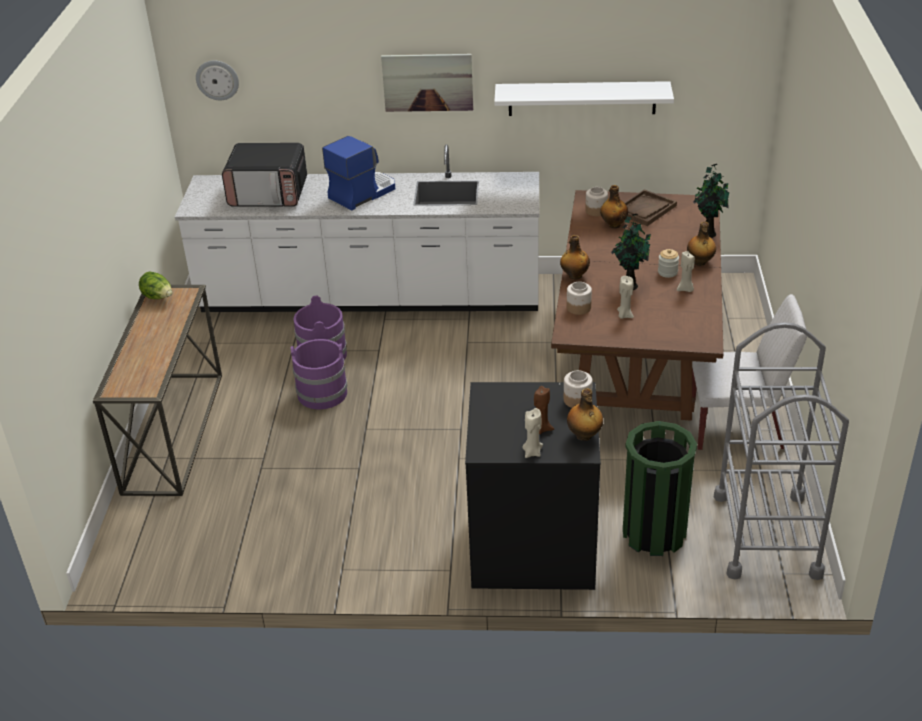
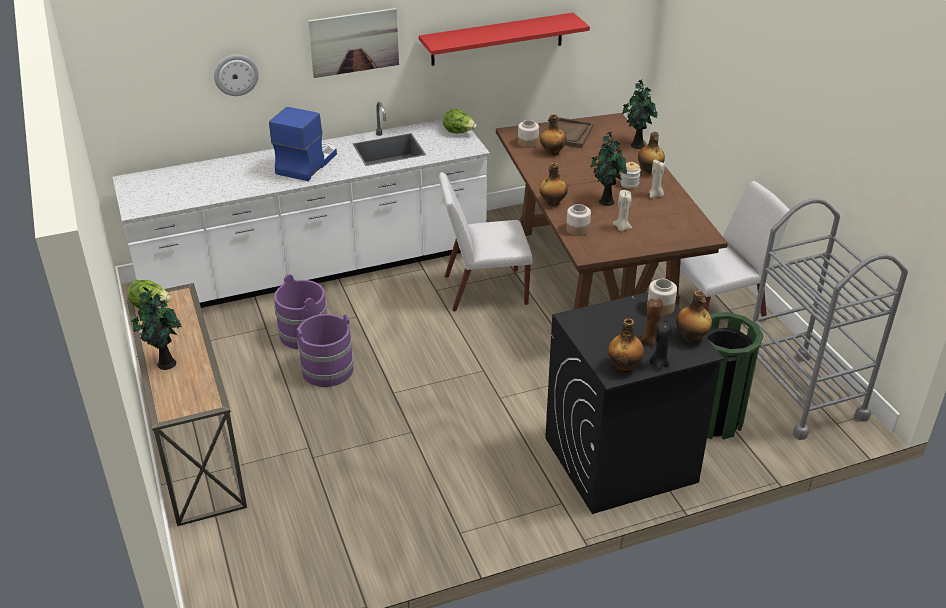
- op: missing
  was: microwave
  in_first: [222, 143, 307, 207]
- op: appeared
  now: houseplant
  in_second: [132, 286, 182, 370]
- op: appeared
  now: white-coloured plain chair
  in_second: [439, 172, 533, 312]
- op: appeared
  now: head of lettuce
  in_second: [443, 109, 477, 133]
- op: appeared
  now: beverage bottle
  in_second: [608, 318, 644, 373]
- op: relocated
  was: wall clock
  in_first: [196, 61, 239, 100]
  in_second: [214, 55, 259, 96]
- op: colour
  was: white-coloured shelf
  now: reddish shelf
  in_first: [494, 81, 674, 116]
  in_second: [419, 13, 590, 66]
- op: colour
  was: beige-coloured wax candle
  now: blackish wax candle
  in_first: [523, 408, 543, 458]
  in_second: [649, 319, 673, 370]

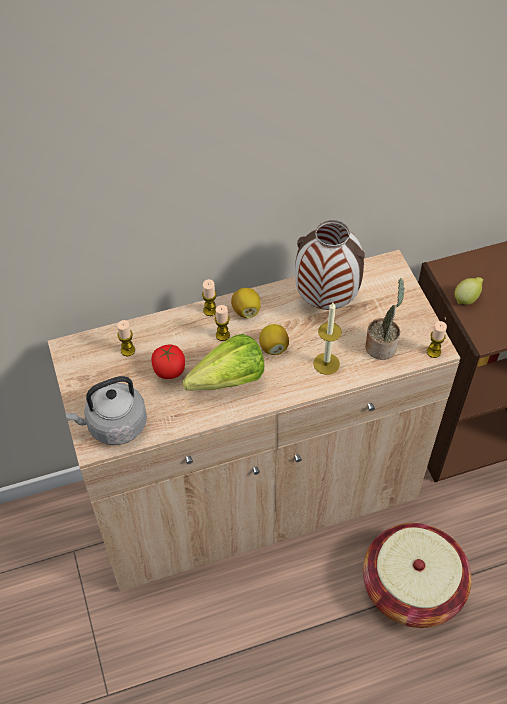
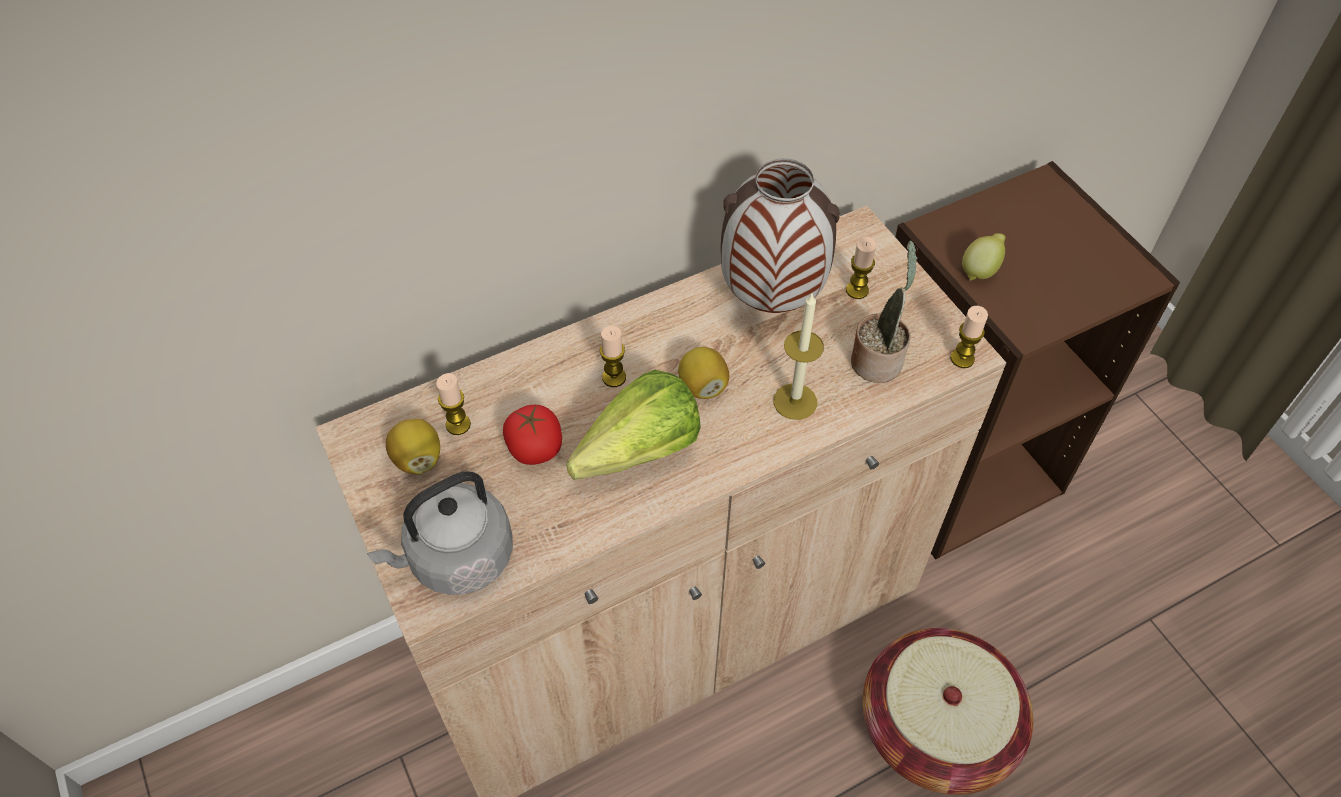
- op: relocated
  was: wax candle
  in_first: [202, 279, 217, 316]
  in_second: [846, 237, 876, 299]
- op: relocated
  was: lemon
  in_first: [231, 288, 261, 318]
  in_second: [386, 419, 440, 474]

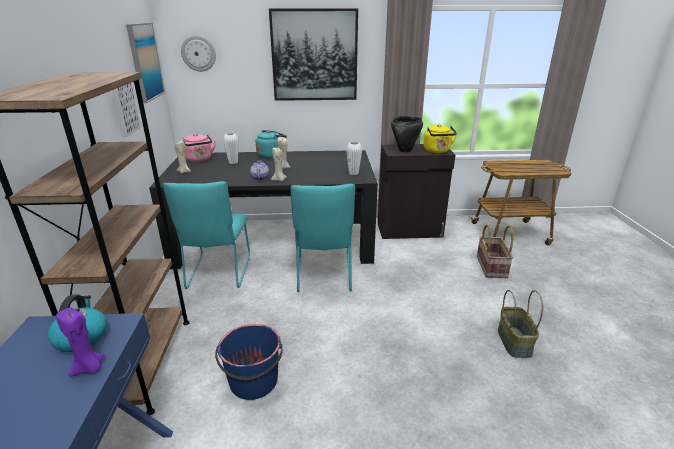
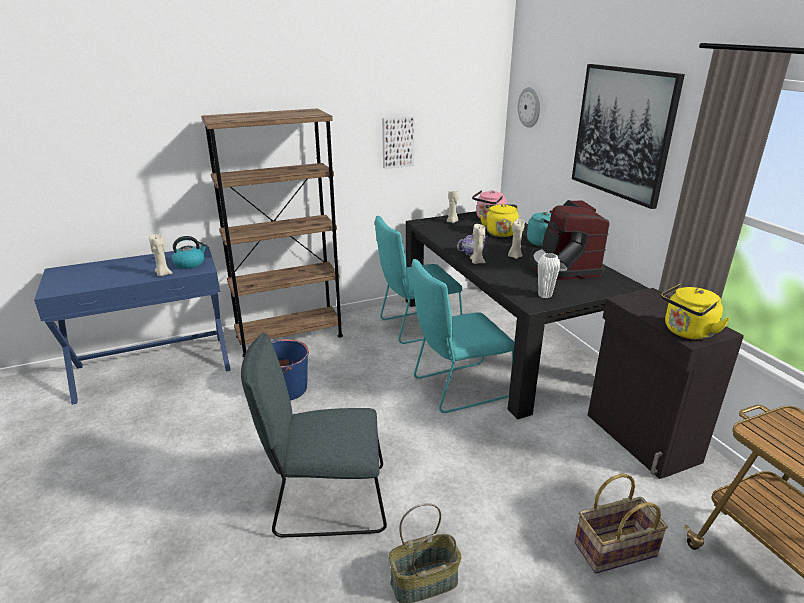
- op: missing
  was: wall picture
  in_first: [126, 23, 165, 103]
- op: missing
  was: blackish saucepot
  in_first: [391, 116, 423, 152]
- op: appeared
  now: greyish plain chair
  in_second: [241, 333, 387, 538]
- op: appeared
  now: coffee machine
  in_second: [530, 200, 609, 280]
- op: exchanged
  was: white-coloured vase
  now: yellow water kettle
  in_first: [223, 133, 239, 164]
  in_second: [480, 204, 519, 237]
- op: colour
  was: purple wax candle
  now: beige-coloured wax candle
  in_first: [56, 308, 105, 377]
  in_second: [149, 234, 172, 277]

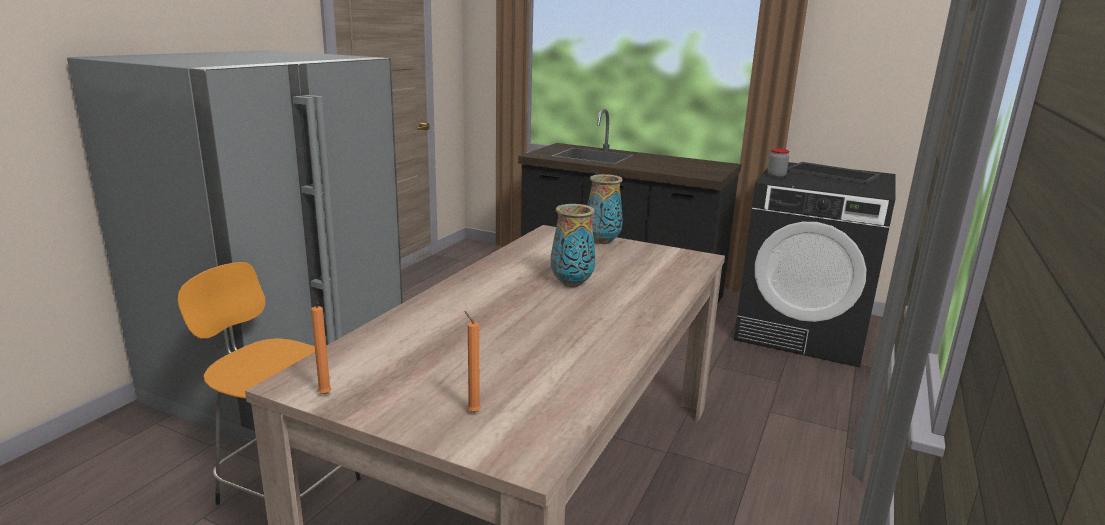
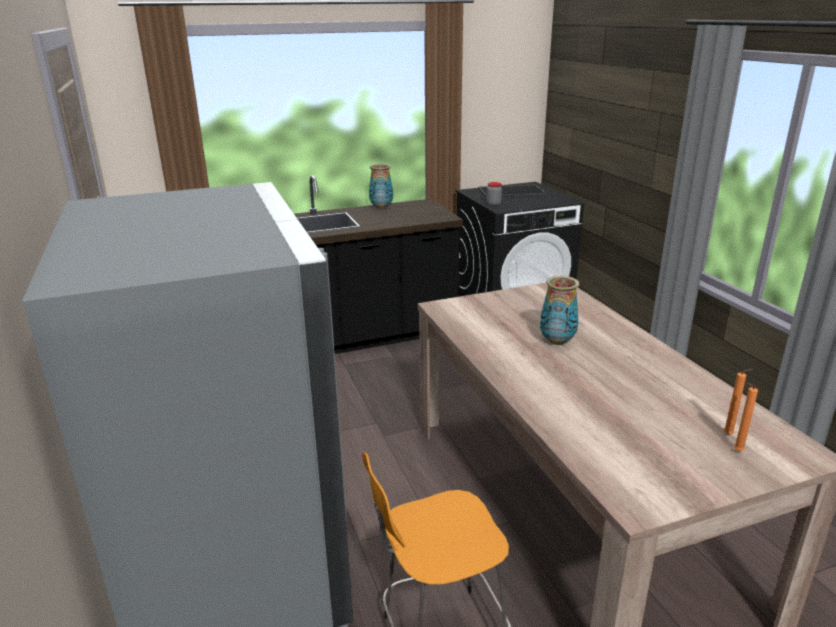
- op: relocated
  was: orange-coloured wax candle
  in_first: [311, 302, 331, 395]
  in_second: [724, 369, 753, 435]
- op: relocated
  was: vase
  in_first: [587, 174, 623, 244]
  in_second: [369, 164, 393, 209]

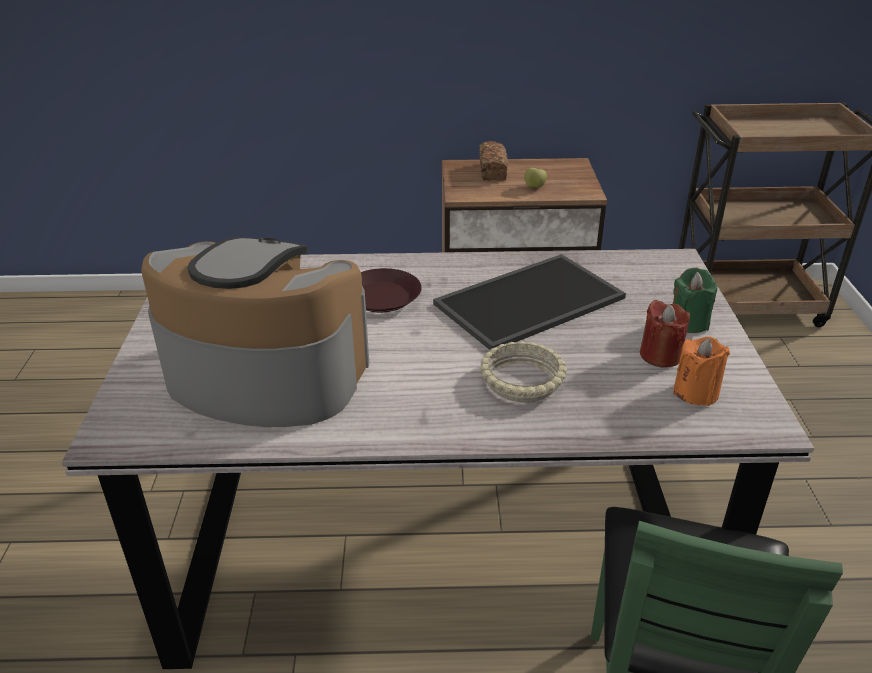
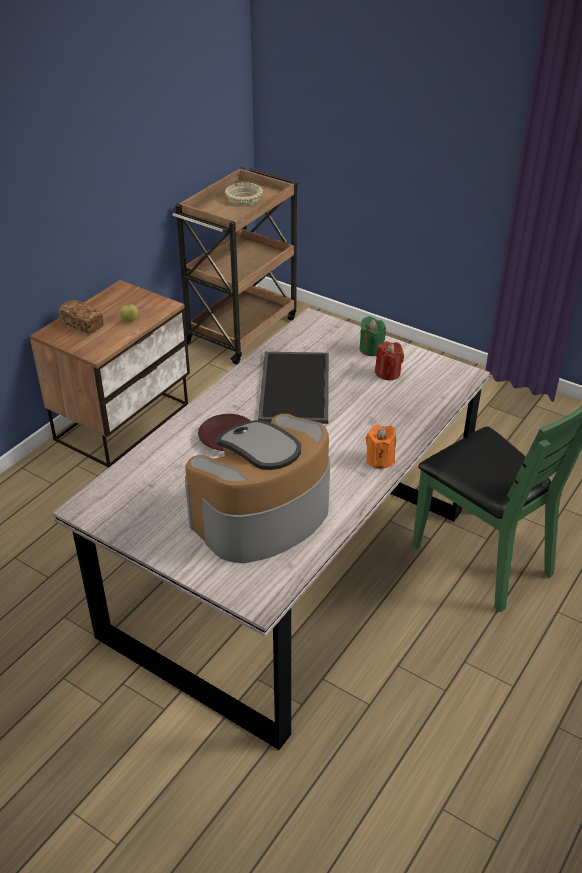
- op: relocated
  was: beige-coloured serving bowl
  in_first: [480, 341, 567, 402]
  in_second: [225, 182, 263, 205]
- op: relocated
  was: orange-coloured wax candle
  in_first: [673, 336, 730, 406]
  in_second: [366, 425, 396, 469]

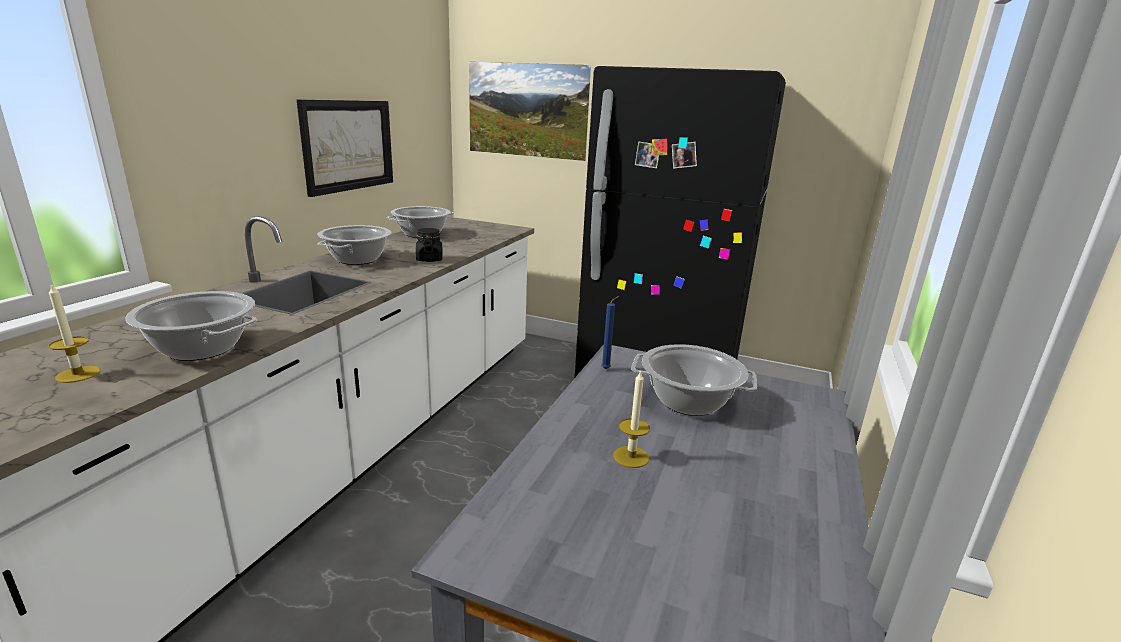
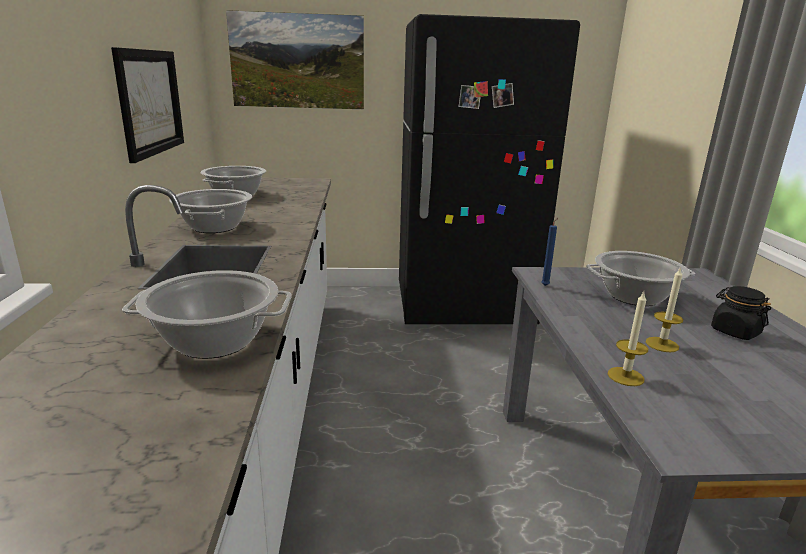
- op: relocated
  was: wax candle
  in_first: [49, 283, 101, 383]
  in_second: [608, 292, 648, 386]
- op: relocated
  was: blackish jar
  in_first: [416, 228, 443, 262]
  in_second: [711, 286, 771, 340]

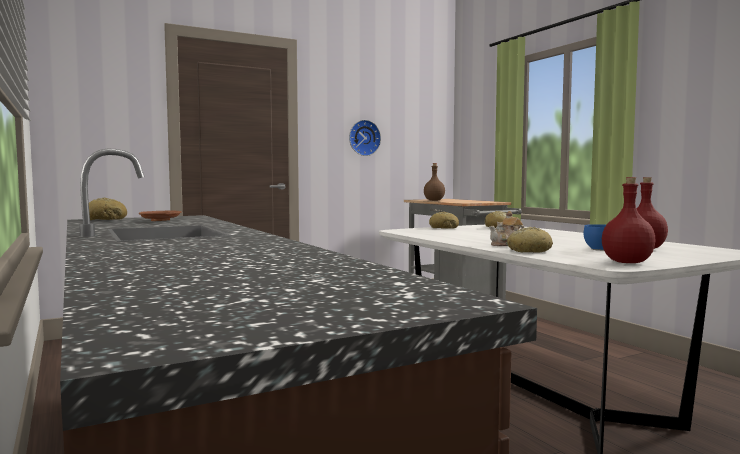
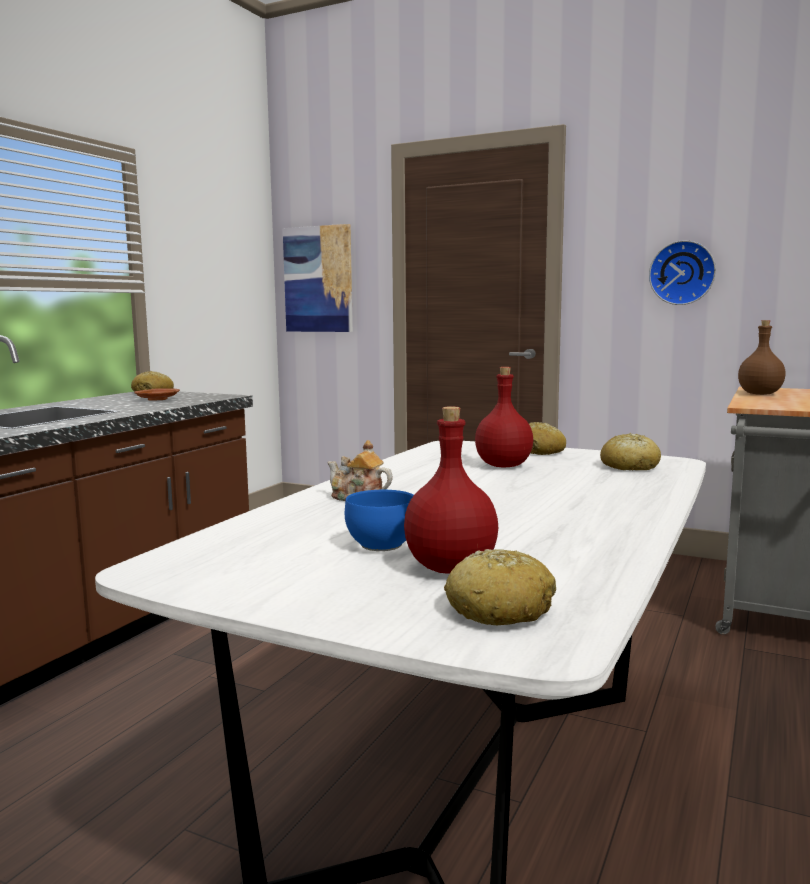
- op: appeared
  now: wall picture
  in_second: [283, 224, 353, 332]
- op: relocated
  was: bread
  in_first: [507, 227, 553, 253]
  in_second: [444, 549, 556, 625]
- op: relocated
  was: reddish beverage bottle
  in_first: [602, 177, 656, 263]
  in_second: [475, 367, 533, 467]

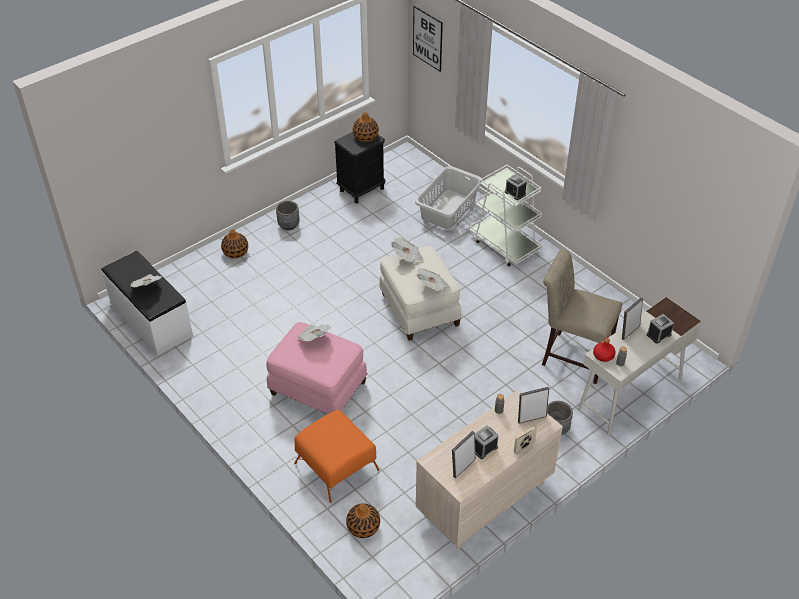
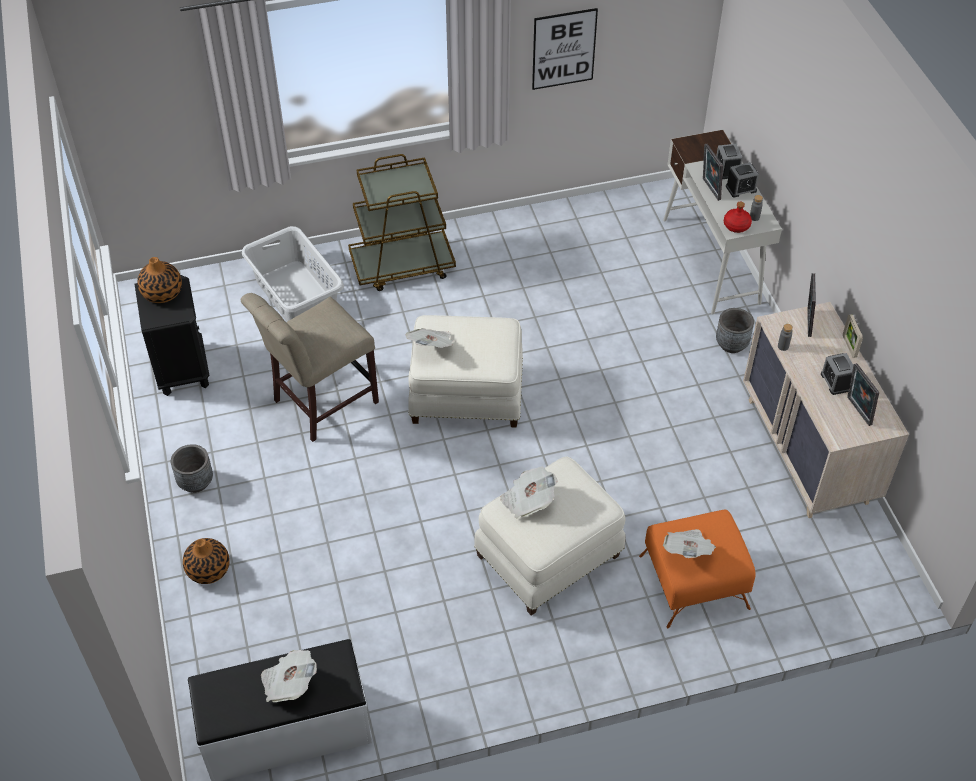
- op: missing
  was: vase
  in_first: [346, 503, 380, 538]
- op: relocated
  was: wall picture
  in_first: [413, 6, 443, 72]
  in_second: [532, 8, 598, 90]
- op: relocated
  was: newspaper
  in_first: [416, 268, 451, 291]
  in_second: [663, 529, 716, 558]
- op: relocated
  was: table clock
  in_first: [505, 174, 527, 200]
  in_second: [726, 162, 759, 198]
- op: relocated
  was: beige-coloured plain chair
  in_first: [542, 249, 622, 384]
  in_second: [241, 293, 379, 442]
- op: colour
  was: pink footrest
  now: white-coloured footrest
  in_first: [266, 322, 367, 414]
  in_second: [474, 457, 626, 615]
- op: colour
  was: white-coloured wheeled cart
  now: brown-coloured wheeled cart
  in_first: [469, 165, 543, 266]
  in_second: [348, 154, 456, 291]

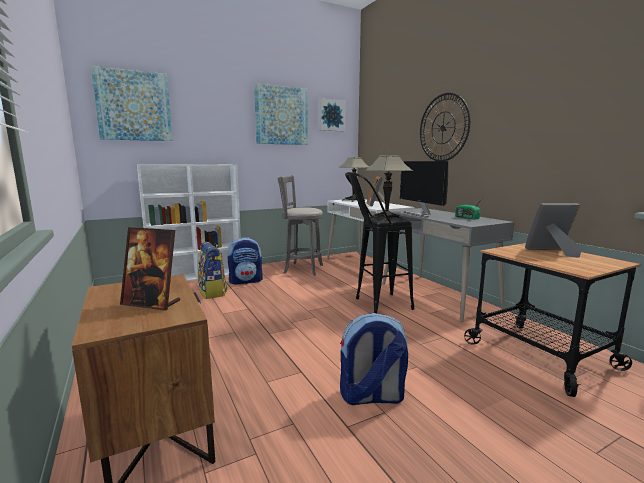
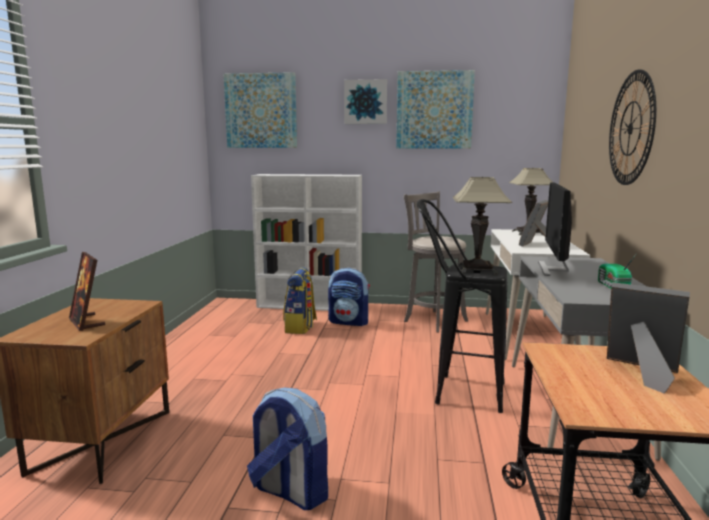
- op: relocated
  was: wall picture
  in_first: [318, 98, 346, 132]
  in_second: [344, 79, 387, 124]

